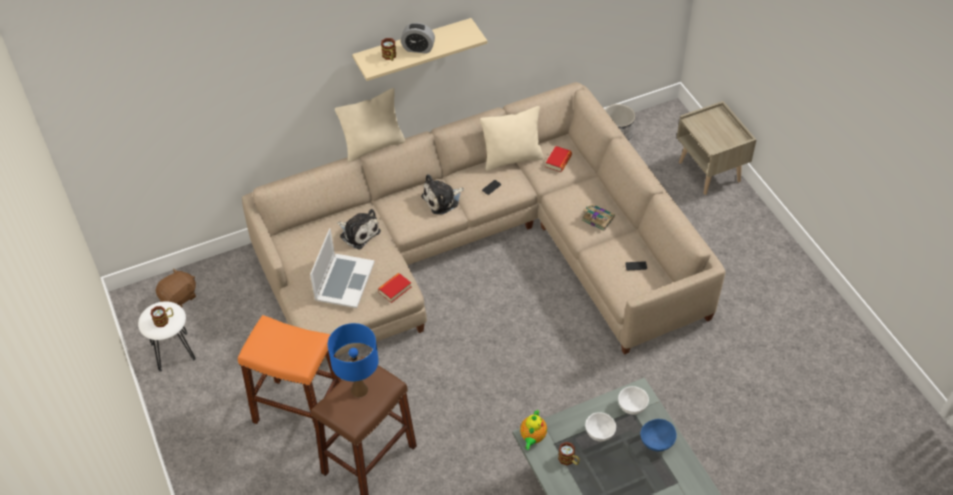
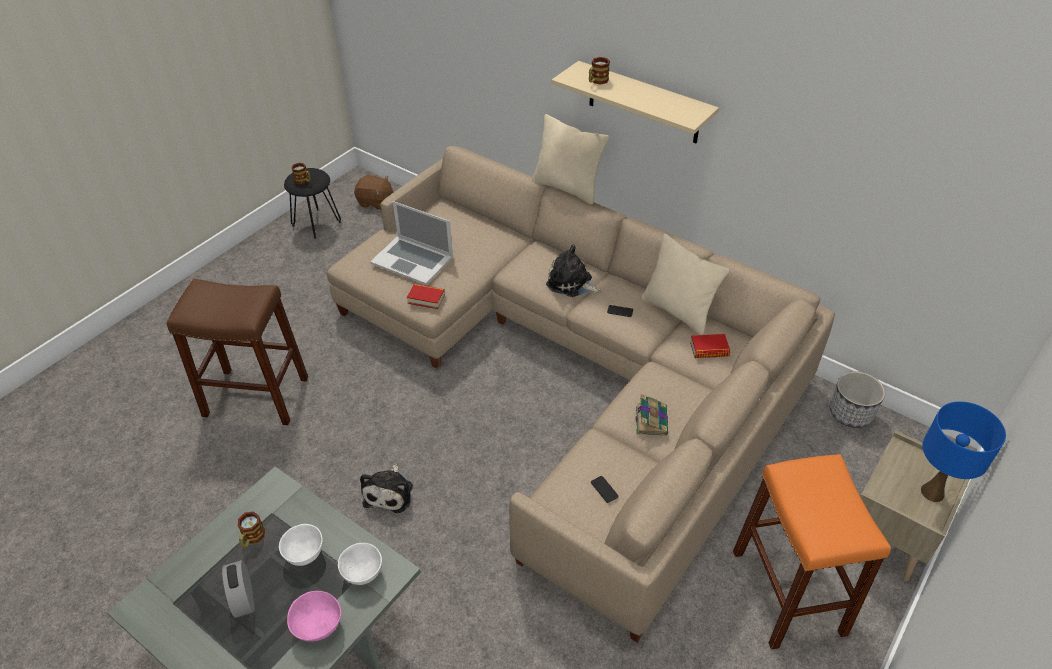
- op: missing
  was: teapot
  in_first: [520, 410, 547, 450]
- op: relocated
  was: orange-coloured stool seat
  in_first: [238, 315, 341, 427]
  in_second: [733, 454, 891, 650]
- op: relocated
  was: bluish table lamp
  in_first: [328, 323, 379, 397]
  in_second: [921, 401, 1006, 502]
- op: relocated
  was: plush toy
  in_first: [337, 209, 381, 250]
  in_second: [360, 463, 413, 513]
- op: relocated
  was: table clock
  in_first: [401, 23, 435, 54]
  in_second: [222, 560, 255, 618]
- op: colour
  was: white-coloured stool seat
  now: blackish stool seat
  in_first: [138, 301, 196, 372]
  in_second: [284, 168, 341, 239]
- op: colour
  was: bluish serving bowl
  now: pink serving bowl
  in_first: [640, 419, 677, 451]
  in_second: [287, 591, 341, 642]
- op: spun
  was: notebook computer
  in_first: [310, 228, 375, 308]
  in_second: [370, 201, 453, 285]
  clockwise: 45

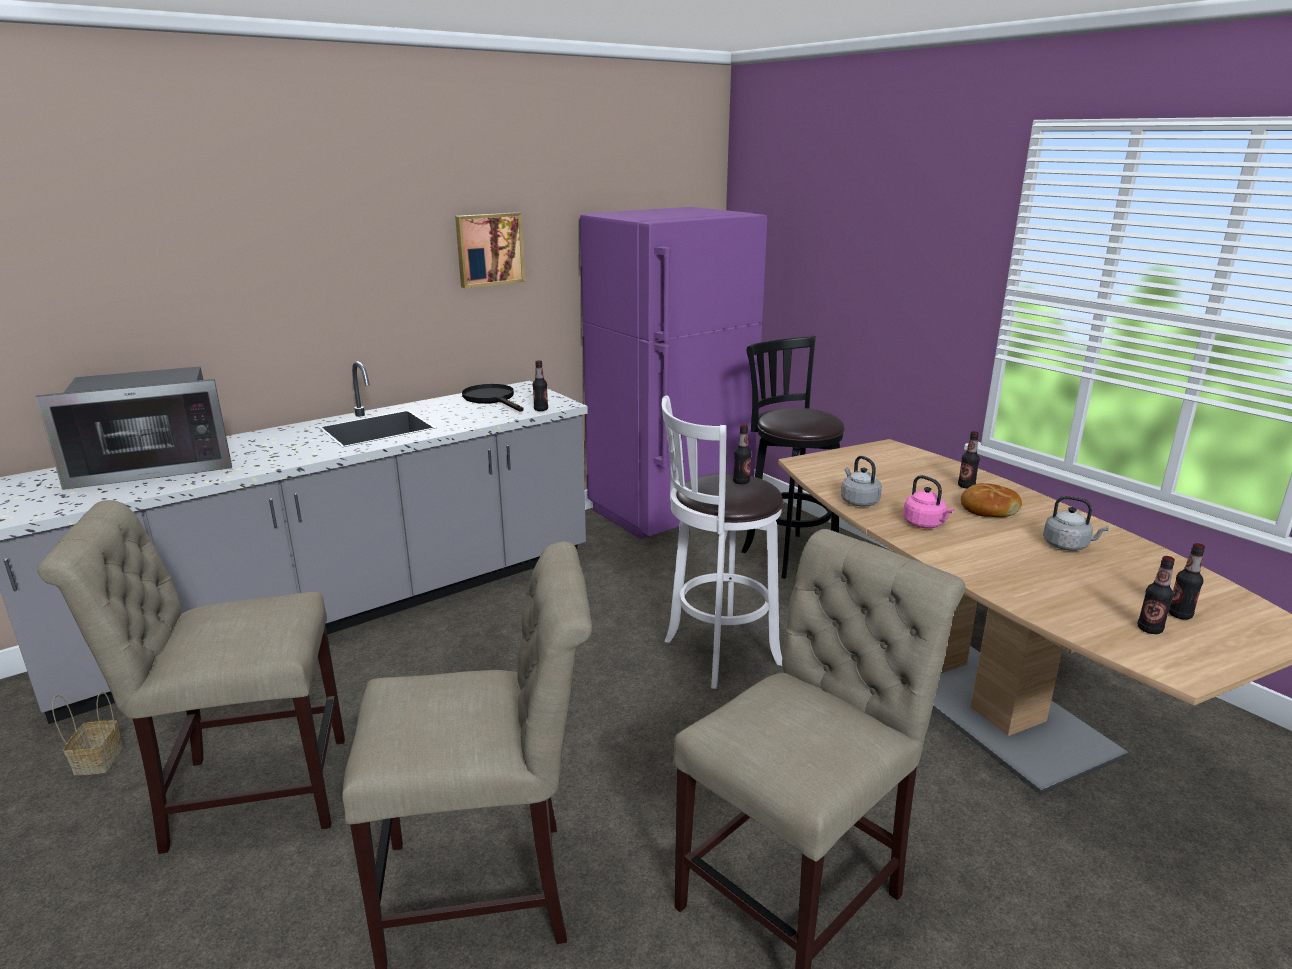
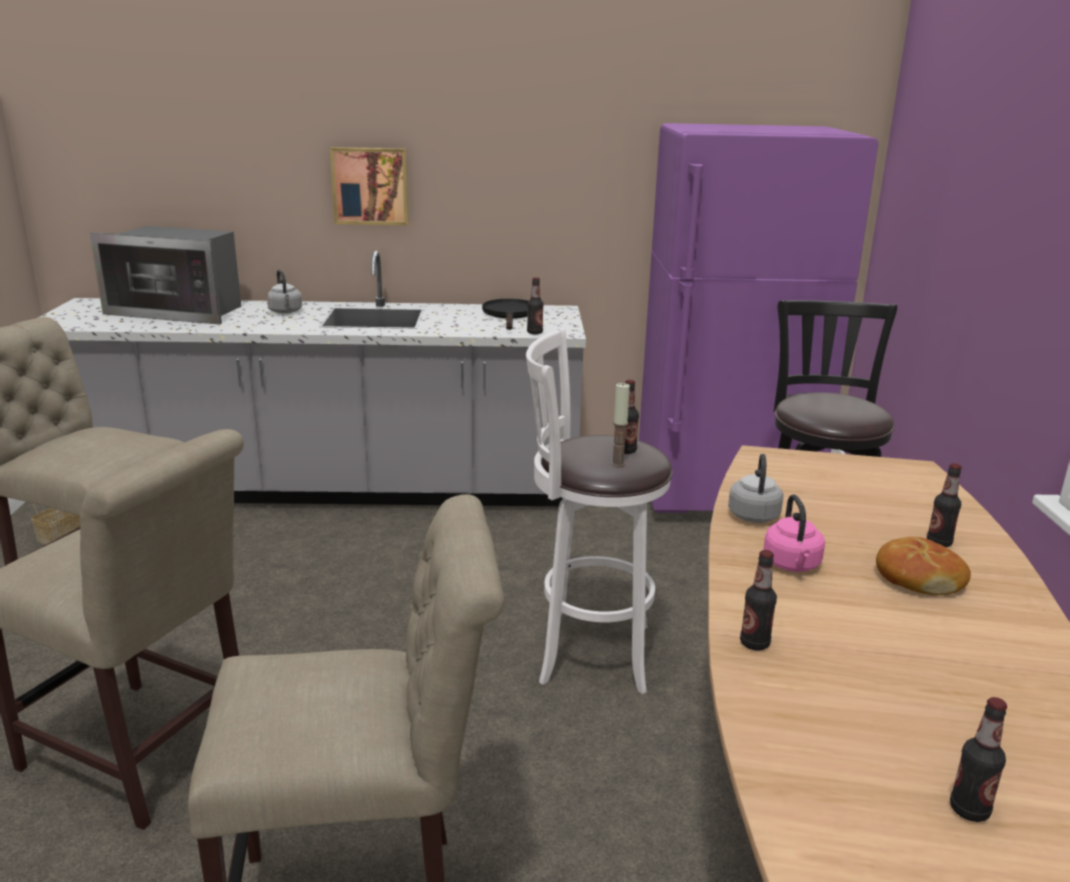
- op: appeared
  now: wax candle
  in_second: [611, 382, 630, 467]
- op: relocated
  was: wall picture
  in_first: [455, 212, 525, 288]
  in_second: [330, 147, 408, 225]
- op: relocated
  was: greyish water kettle
  in_first: [1043, 496, 1109, 551]
  in_second: [267, 269, 302, 314]
- op: relocated
  was: beverage bottle
  in_first: [1137, 556, 1175, 634]
  in_second: [740, 550, 777, 651]

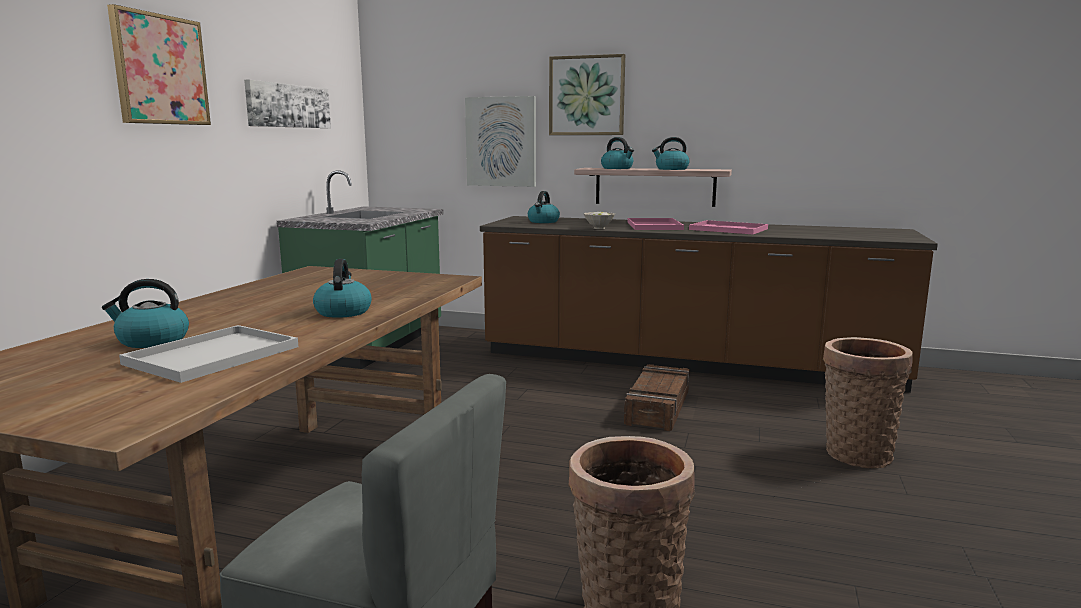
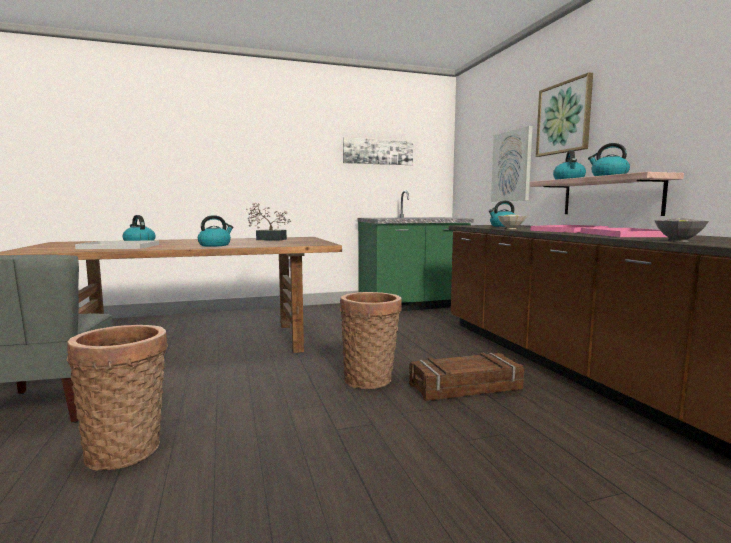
- op: missing
  was: wall picture
  in_first: [107, 4, 211, 125]
- op: appeared
  now: houseplant
  in_second: [246, 202, 291, 241]
- op: appeared
  now: greyish serving bowl
  in_second: [654, 218, 709, 242]
- op: relocated
  was: basket
  in_first: [823, 337, 913, 468]
  in_second: [340, 292, 402, 389]

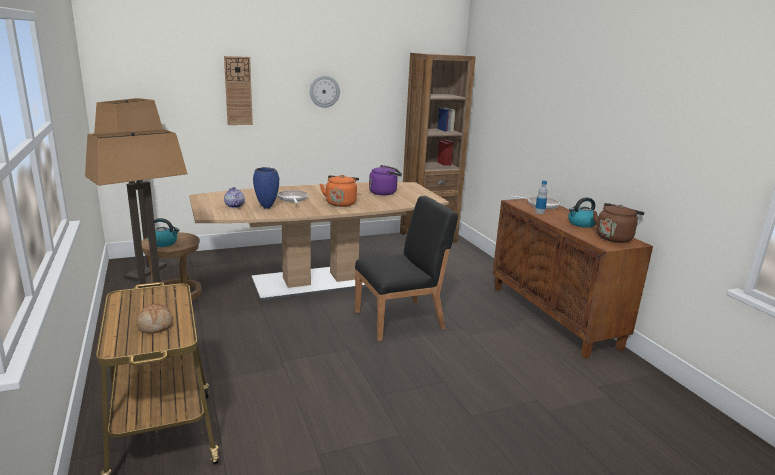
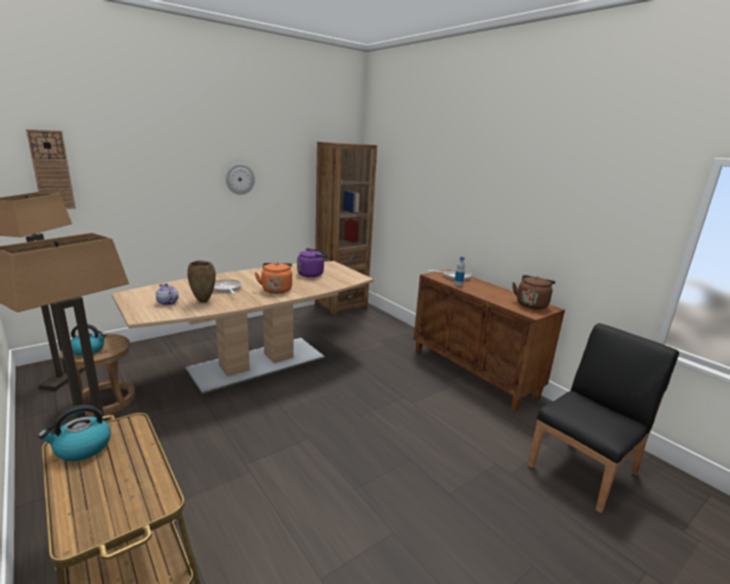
- op: missing
  was: bread
  in_first: [136, 303, 173, 333]
- op: relocated
  was: wall clock
  in_first: [224, 56, 253, 125]
  in_second: [26, 129, 76, 209]
- op: relocated
  was: blackish plain chair
  in_first: [355, 196, 458, 341]
  in_second: [528, 323, 679, 513]
- op: relocated
  was: water kettle
  in_first: [568, 197, 595, 228]
  in_second: [38, 405, 111, 461]
- op: colour
  was: bluish vase
  now: brown-coloured vase
  in_first: [253, 167, 279, 209]
  in_second: [187, 261, 216, 303]

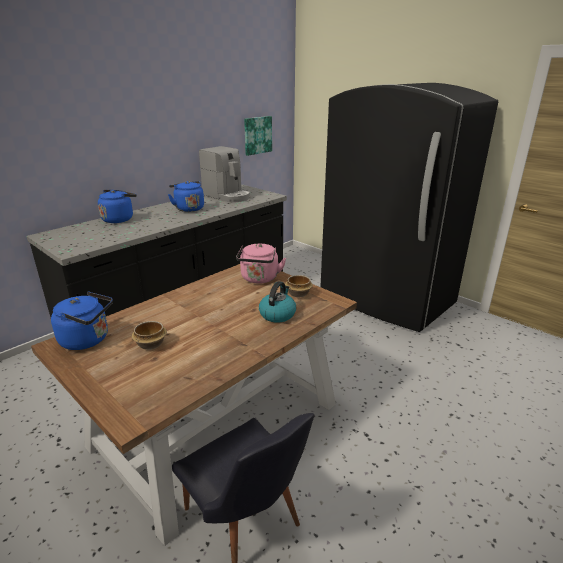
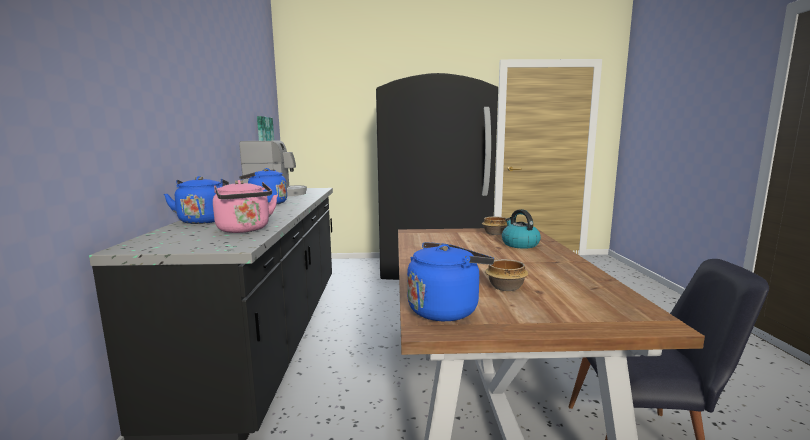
- op: relocated
  was: pink water kettle
  in_first: [236, 244, 286, 283]
  in_second: [213, 180, 278, 233]

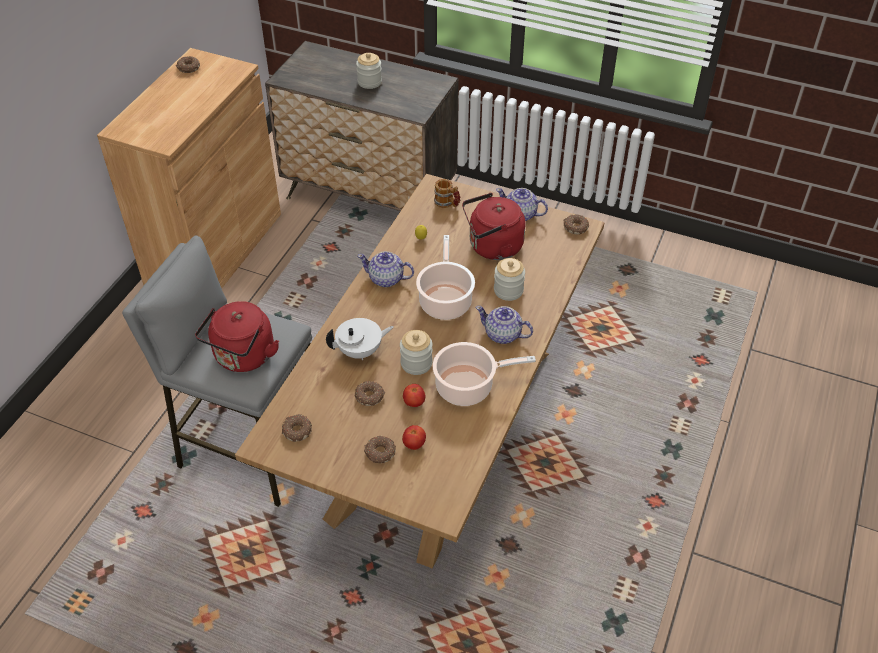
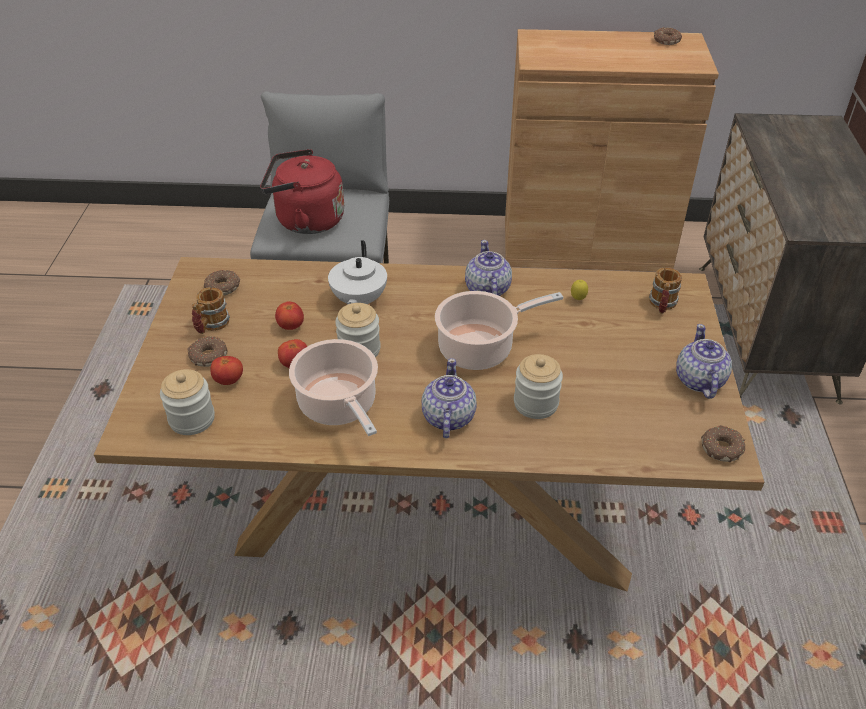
- op: missing
  was: reddish water kettle
  in_first: [462, 193, 526, 260]
- op: appeared
  now: mug
  in_second: [192, 287, 230, 334]
- op: relocated
  was: jar
  in_first: [356, 53, 382, 89]
  in_second: [160, 369, 215, 435]
- op: exchanged
  was: donut
  now: whole tomato
  in_first: [355, 381, 385, 406]
  in_second: [275, 301, 304, 330]
- op: spun
  was: white-coloured teapot
  in_first: [326, 318, 394, 360]
  in_second: [328, 240, 387, 305]
  clockwise: 45

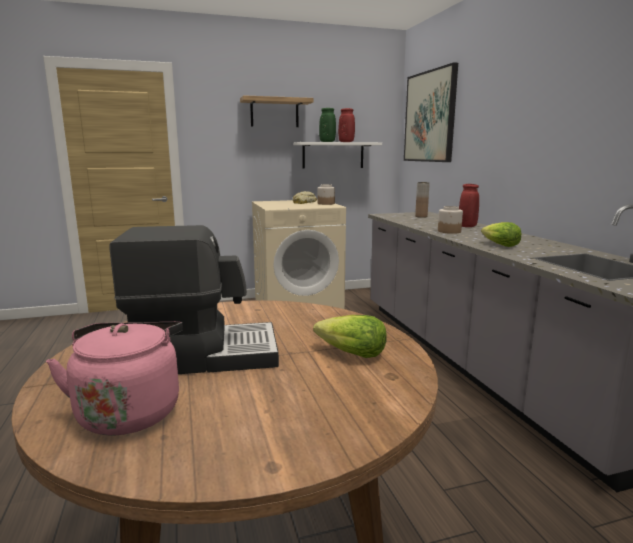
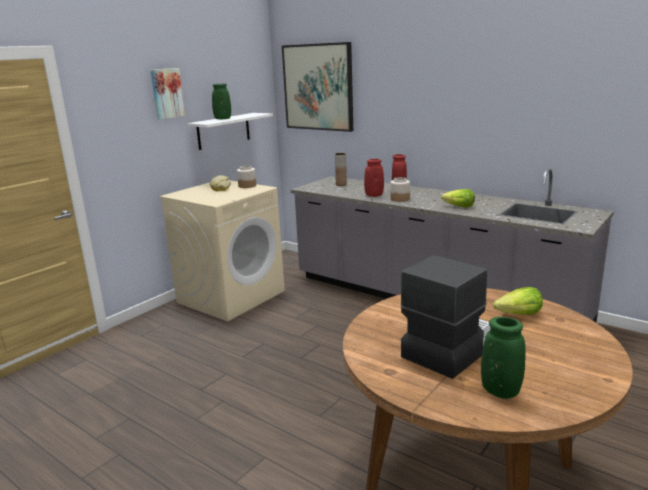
- op: relocated
  was: reddish vase
  in_first: [338, 108, 355, 142]
  in_second: [364, 159, 384, 197]
- op: exchanged
  was: pink water kettle
  now: green-coloured vase
  in_first: [46, 322, 183, 435]
  in_second: [481, 317, 526, 399]
- op: exchanged
  was: shelf
  now: wall picture
  in_first: [240, 95, 313, 127]
  in_second: [150, 68, 185, 120]

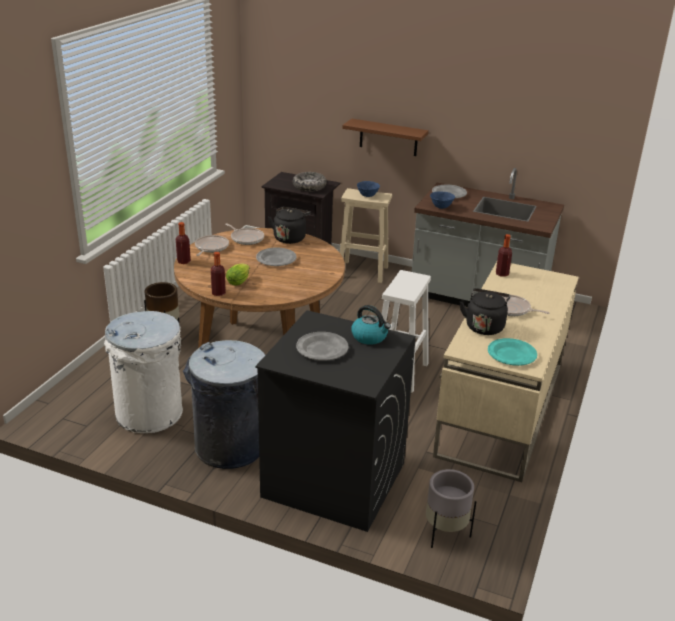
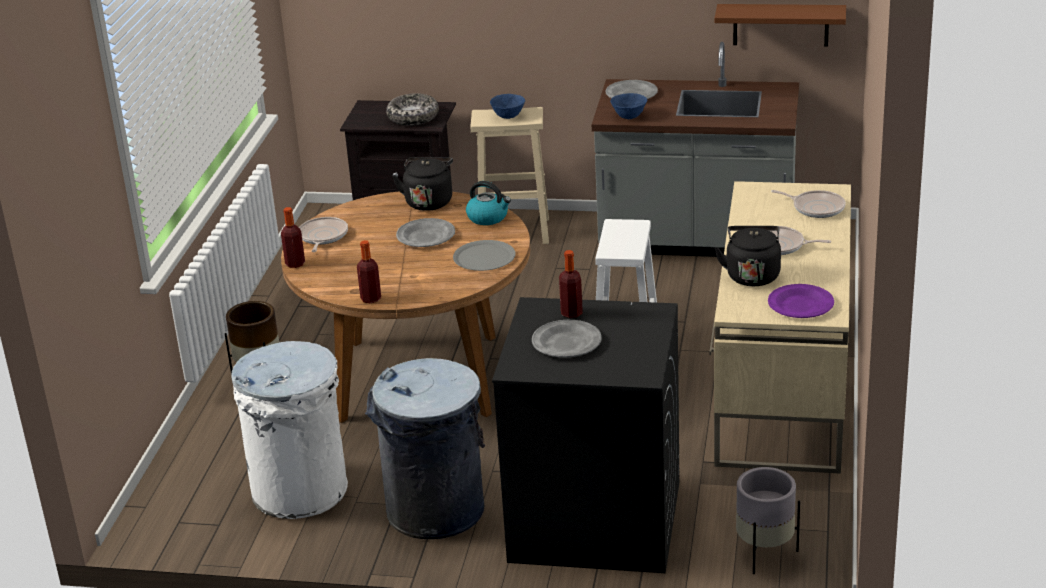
- op: missing
  was: head of lettuce
  in_first: [226, 264, 250, 285]
- op: appeared
  now: greyish dinner plate
  in_second: [453, 240, 516, 271]
- op: relocated
  was: frying pan
  in_first: [225, 223, 264, 245]
  in_second: [771, 190, 846, 218]
- op: relocated
  was: brown-coloured shelf
  in_first: [342, 119, 429, 156]
  in_second: [714, 4, 846, 47]
- op: relocated
  was: water kettle
  in_first: [351, 305, 391, 345]
  in_second: [466, 181, 511, 225]
- op: relocated
  was: beverage bottle
  in_first: [496, 234, 512, 277]
  in_second: [559, 250, 583, 318]
- op: colour
  was: turquoise-coloured dinner plate
  now: purple dinner plate
  in_first: [488, 338, 537, 366]
  in_second: [768, 284, 834, 318]

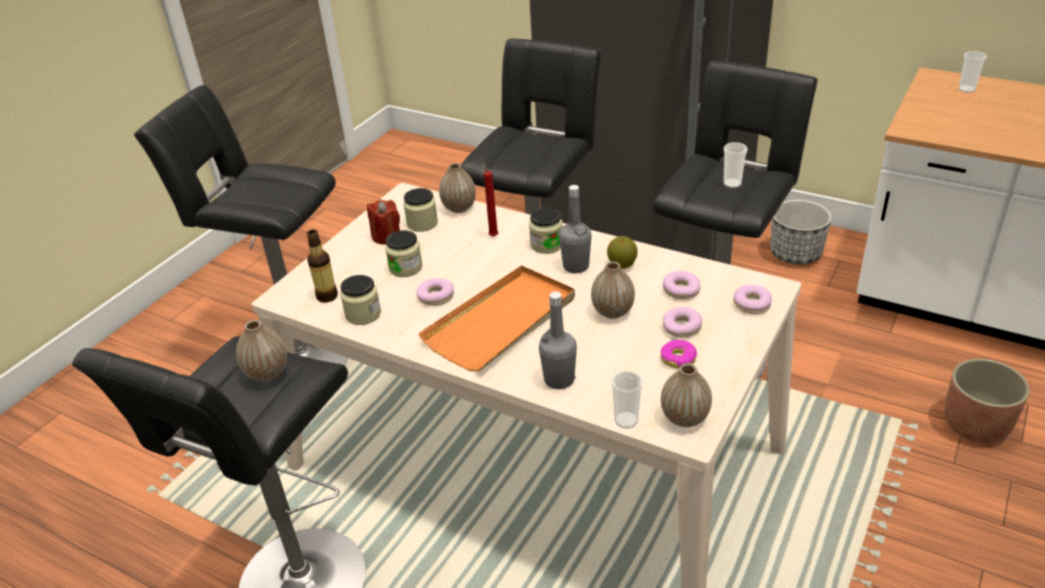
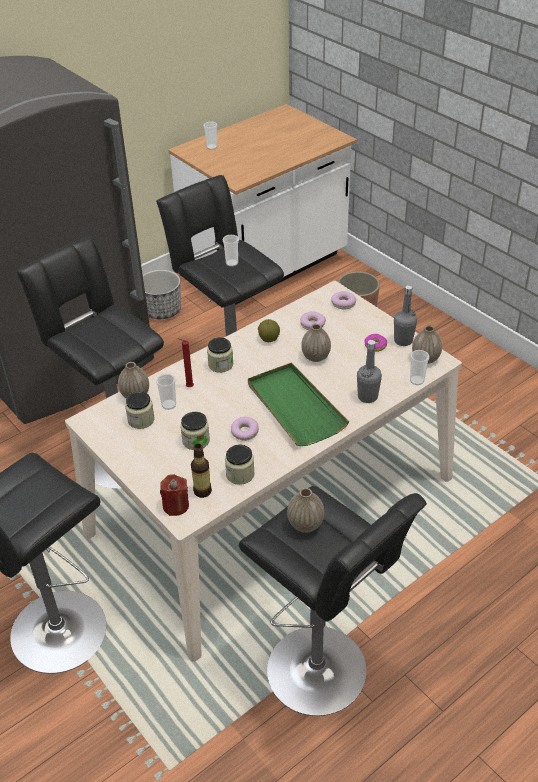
- op: missing
  was: donut
  in_first: [663, 307, 702, 338]
- op: appeared
  now: drinking cup
  in_second: [156, 374, 176, 410]
- op: relocated
  was: reddish wax candle
  in_first: [367, 199, 400, 244]
  in_second: [160, 474, 189, 516]
- op: relocated
  was: greyish beverage bottle
  in_first: [559, 185, 592, 273]
  in_second: [394, 285, 417, 346]
- op: colour
  was: orange-coloured tray
  now: green-coloured tray
  in_first: [418, 265, 575, 372]
  in_second: [248, 363, 349, 446]

